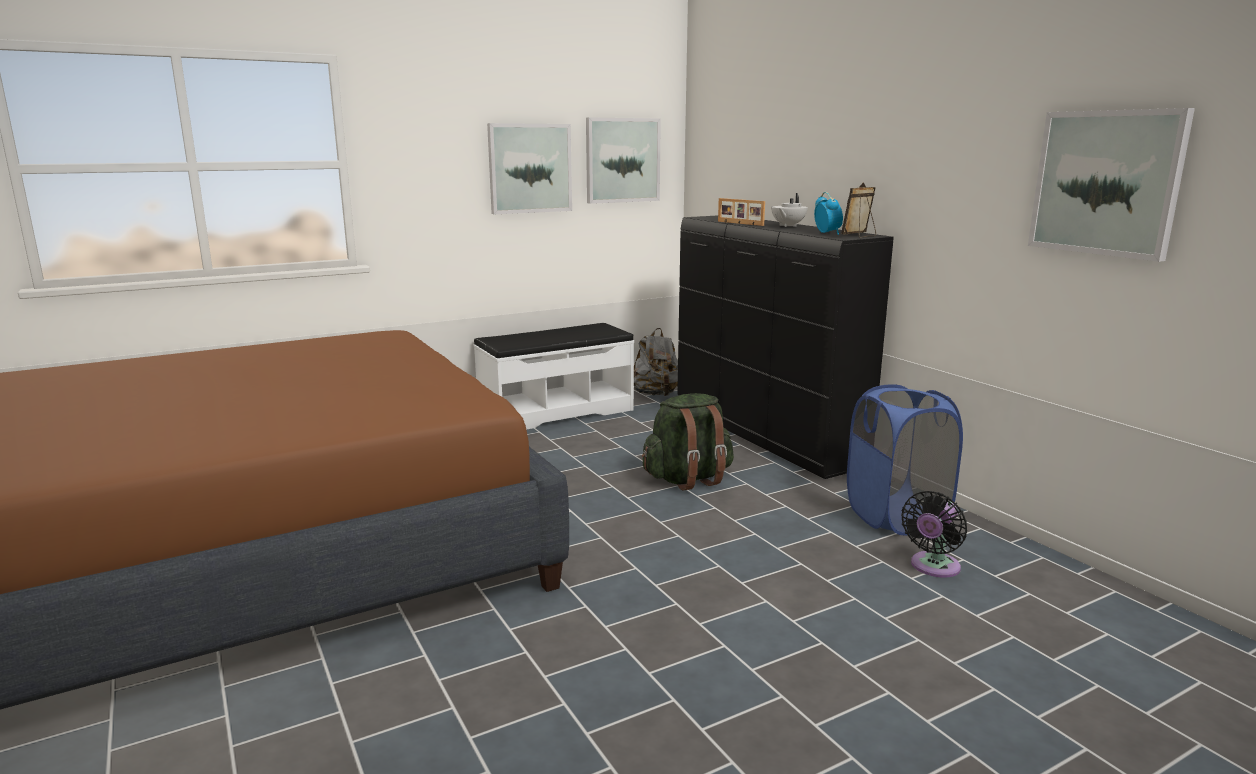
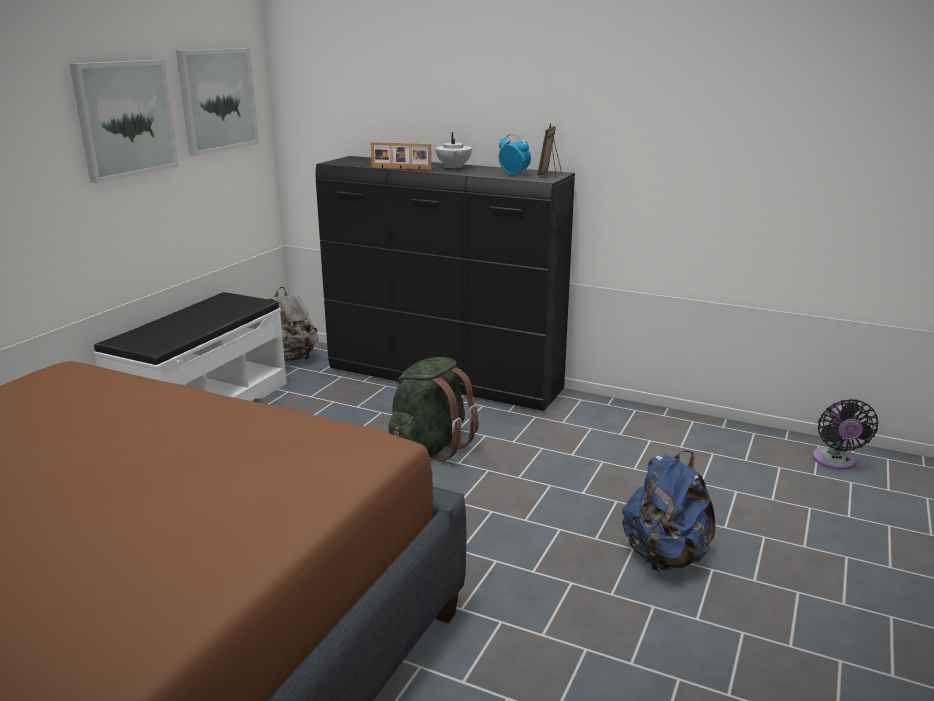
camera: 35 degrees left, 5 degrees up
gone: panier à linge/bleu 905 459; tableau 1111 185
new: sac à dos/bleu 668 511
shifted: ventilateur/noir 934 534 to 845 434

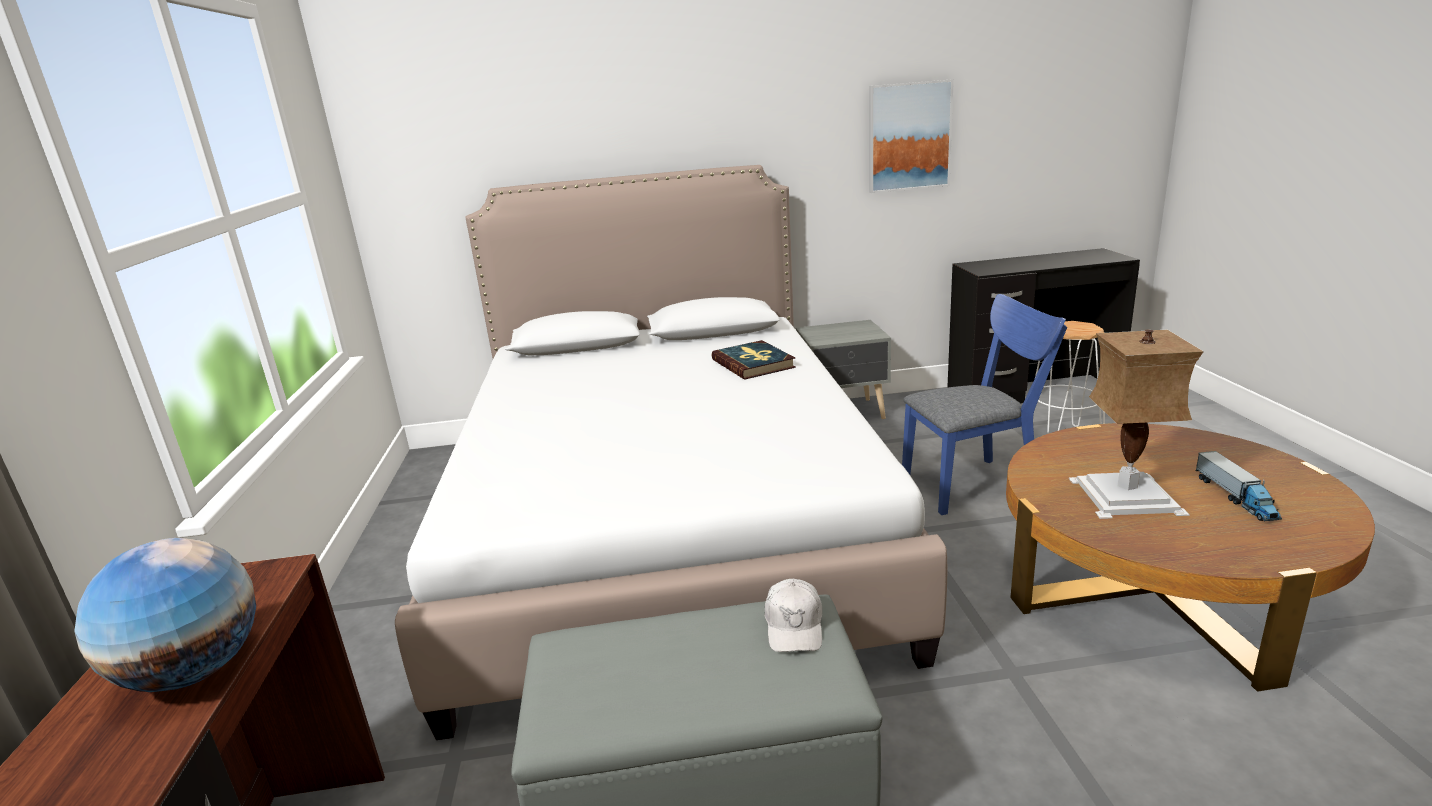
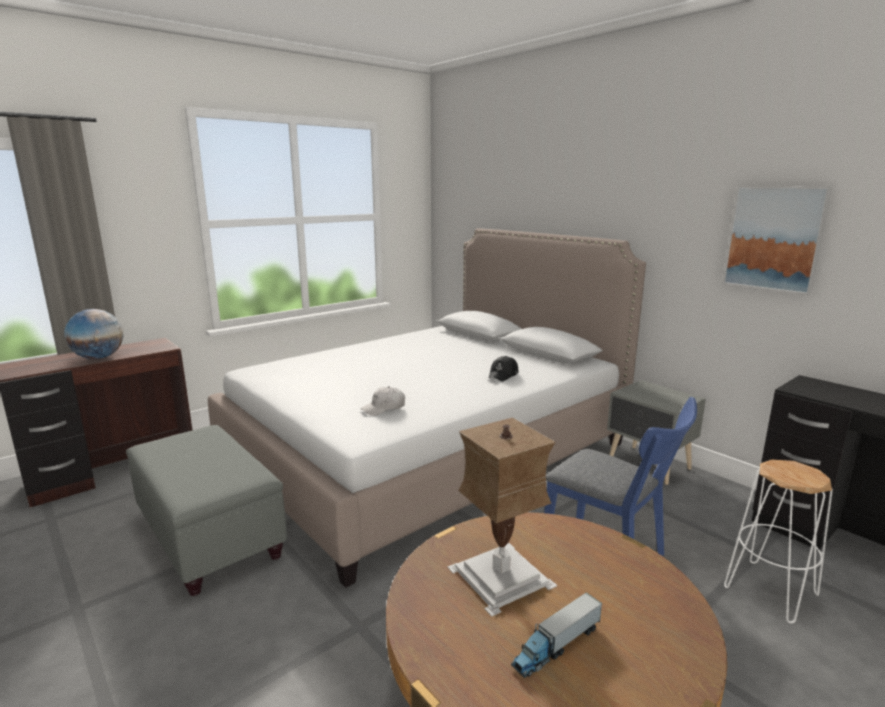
camera: 55 degrees right, 5 degrees down
shifted: casquette/blanc 793 615 to 383 401
swapped: livre 754 359 to casquette/noir 503 368

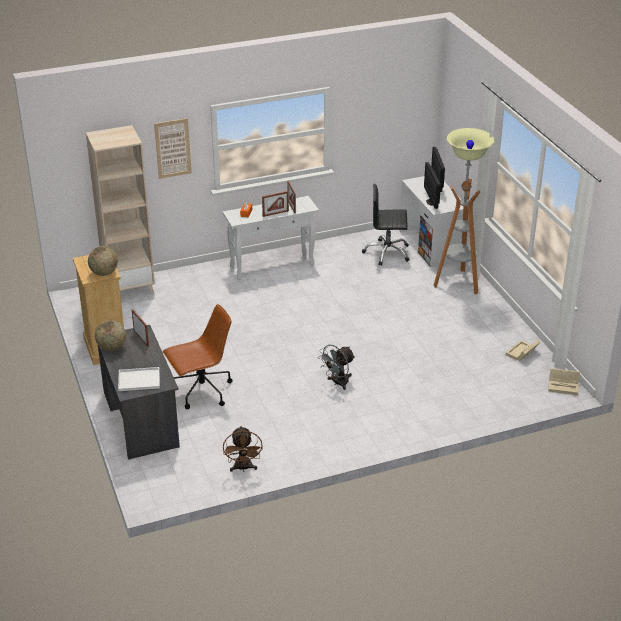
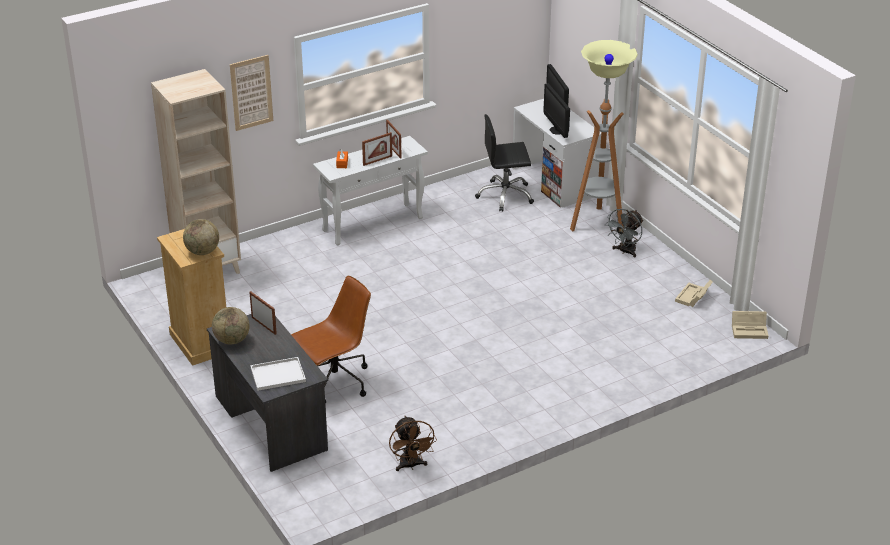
camera: 10 degrees left, 0 degrees up
shifted: ventilateur/gris 336 367 to 624 233

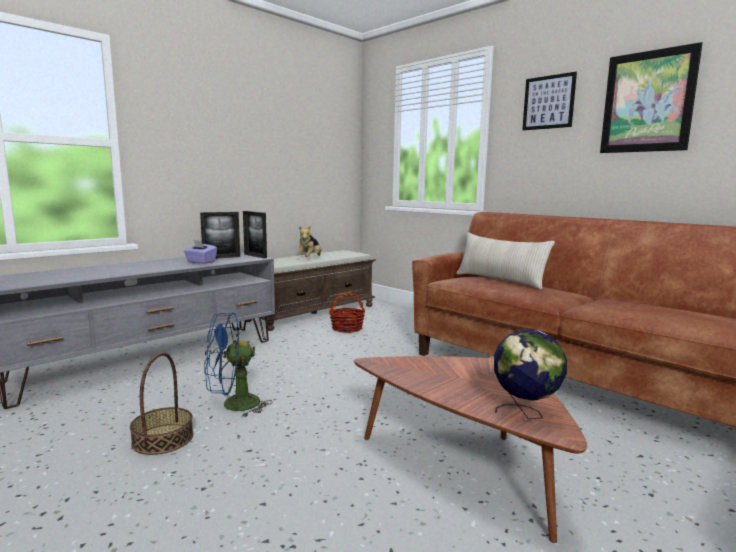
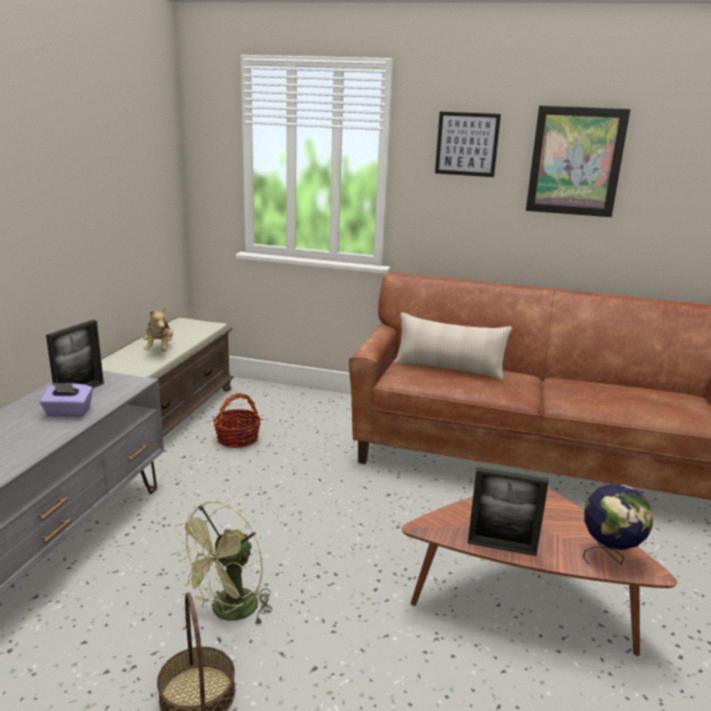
camera: 30 degrees left, 10 degrees up
shifted: cadre photo 255 234 to 508 511
repainted: ventilateur/bleu 237 365 to ventilateur/vert 222 563

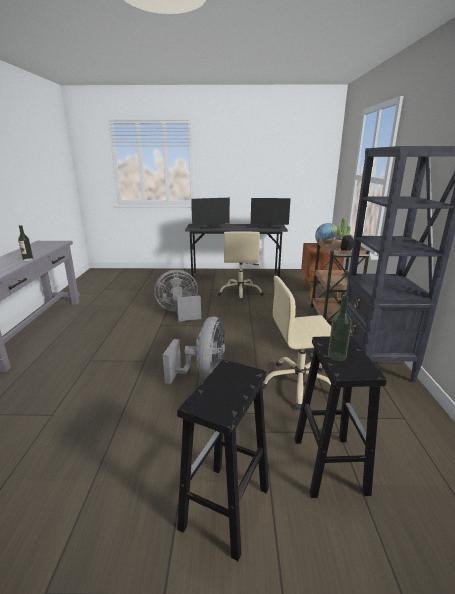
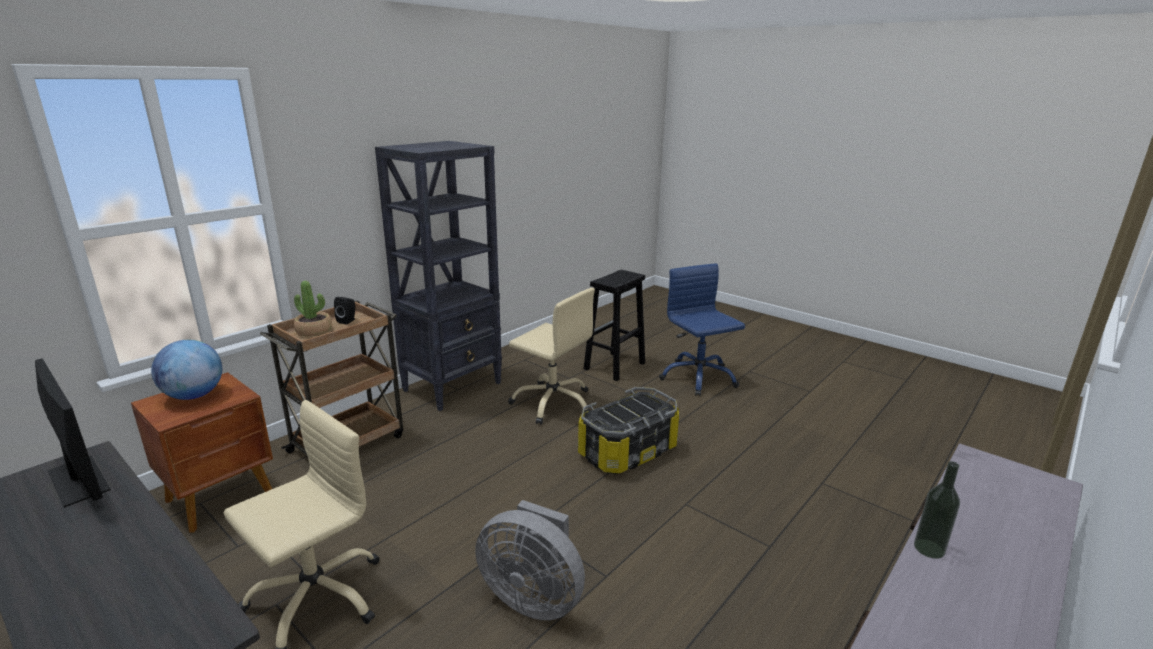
camera: 140 degrees left, 0 degrees up
gone: écran d'ordinateur 210 213; bouteille 340 328
swapped: ventilateur/gris 194 350 to boîte de rangement 628 430; tabouret/noir 223 460 to chaise de bureau/bleu 702 329

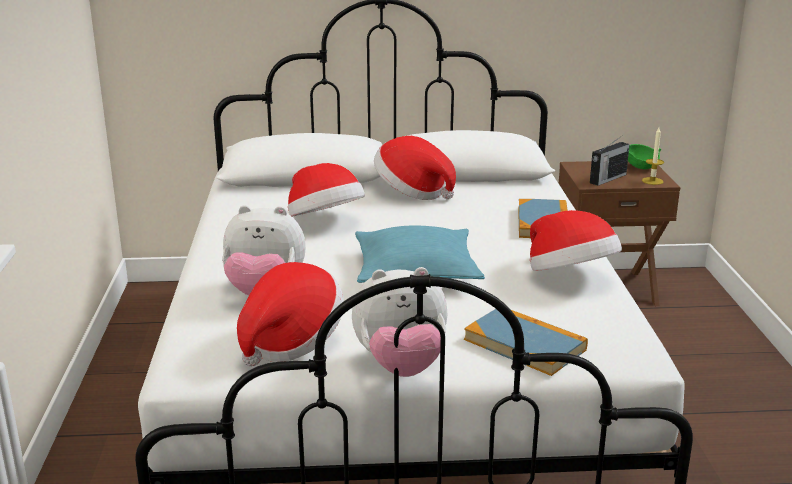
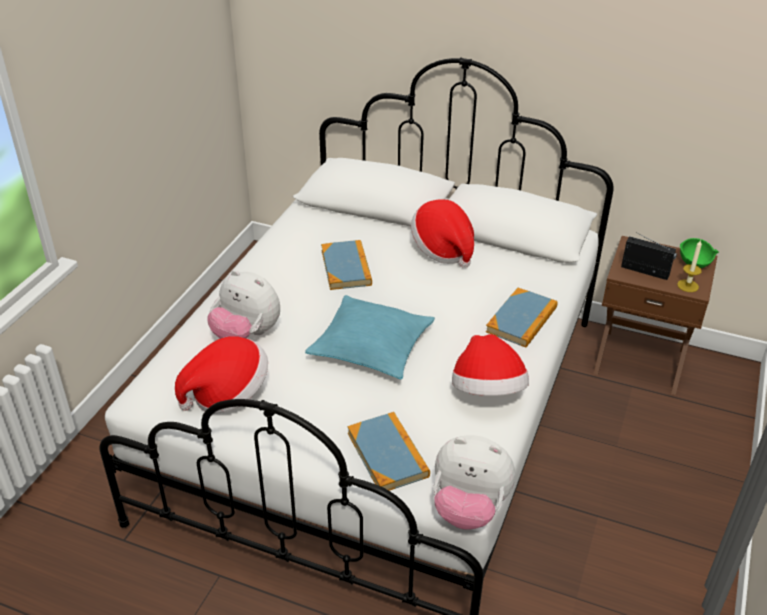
camera: 25 degrees right, 15 degrees up
shifted: peluche 399 322 to 474 482
swapped: chapeau 326 190 to livre 346 265
rotated: radio 610 160 = 649 257 135 degrees counterclockwise

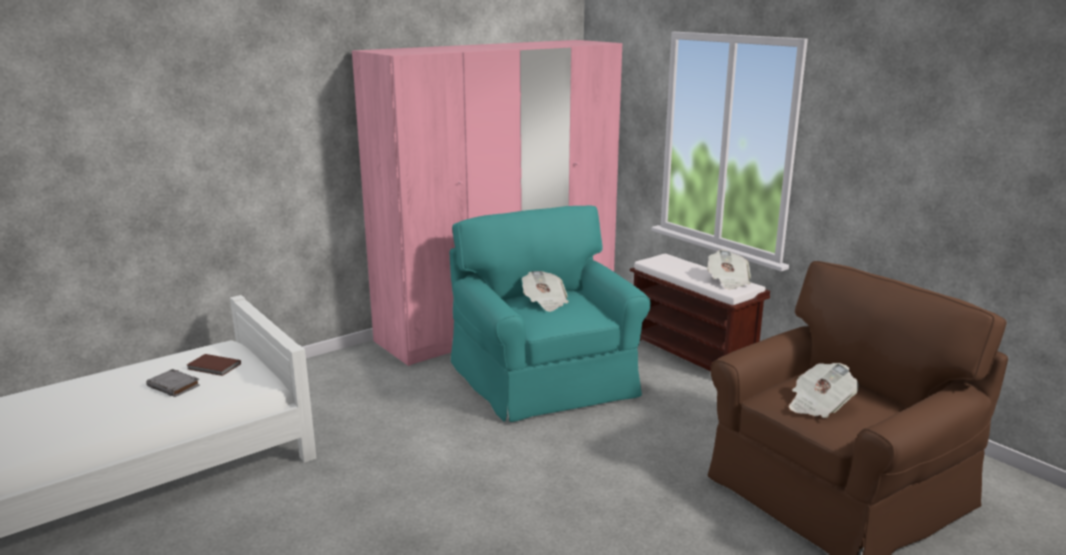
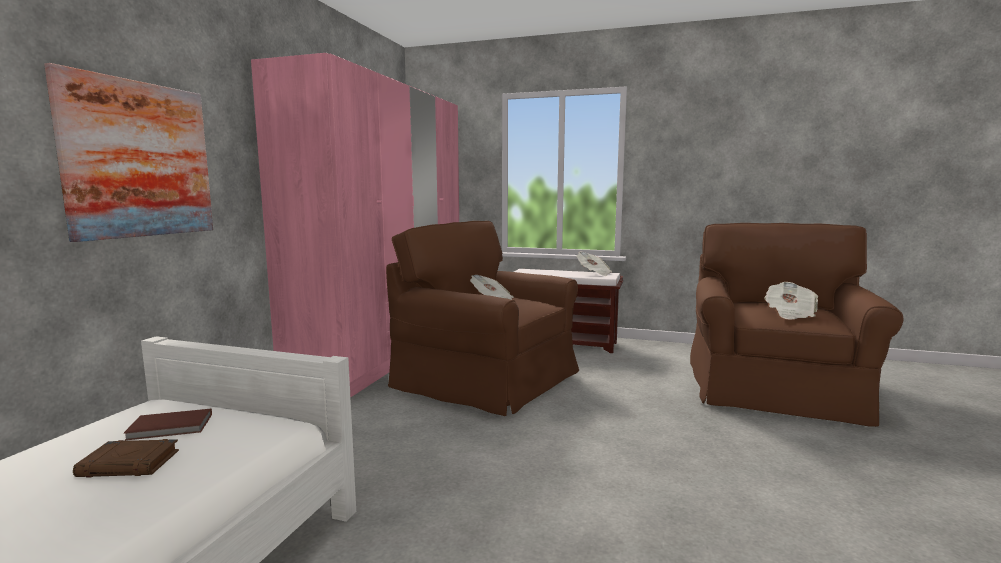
camera: 35 degrees left, 10 degrees down
new: tableau 128 152
repainted: livre/gris 173 383 to livre/marron 126 458; fauteuil/turquoise 550 313 to fauteuil/marron 482 318

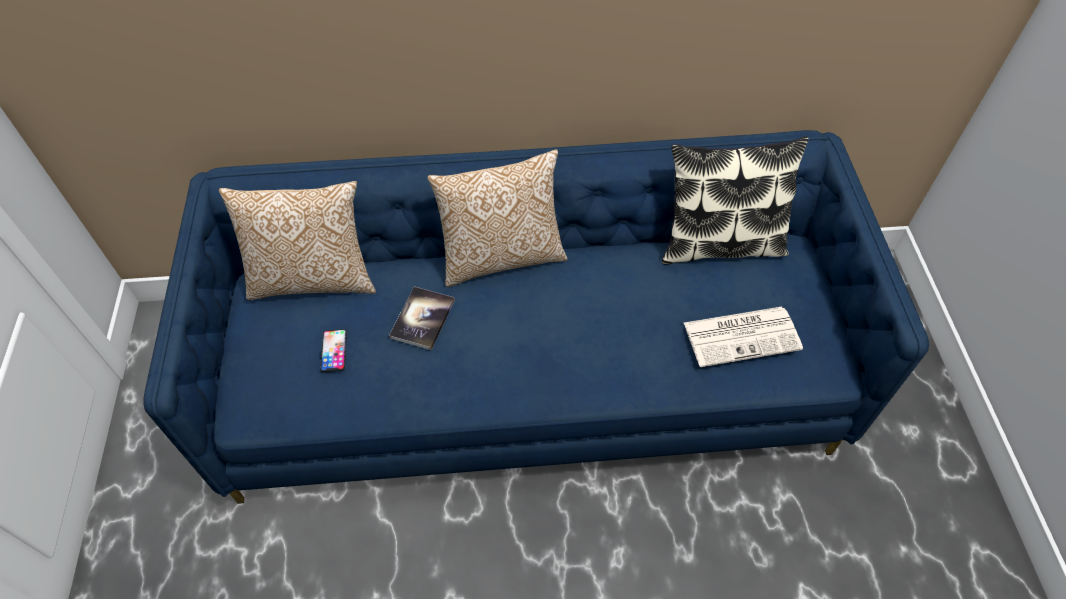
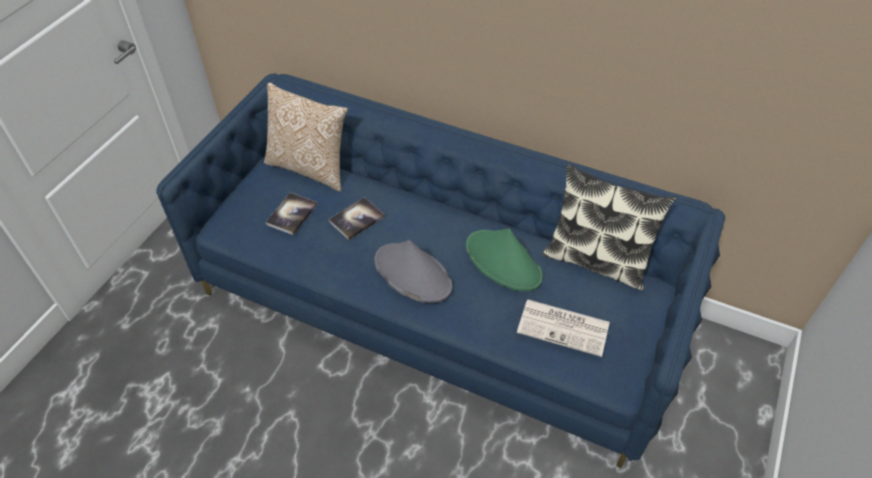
camera: 30 degrees right, 5 degrees down
gone: coussin 498 218
new: chapeau/gris 413 271; chapeau/vert 504 260
swapped: téléphone 333 350 to livre 291 213

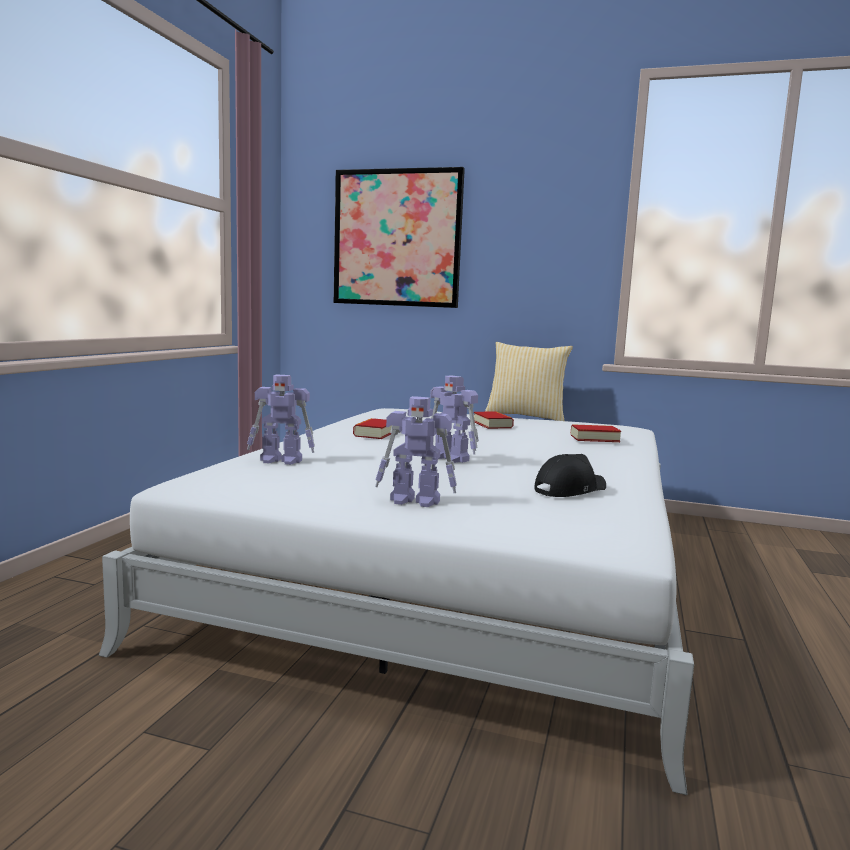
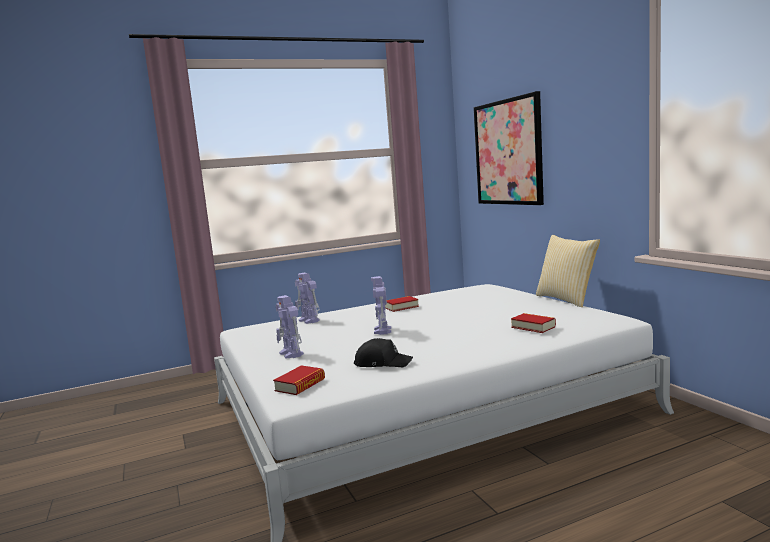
camera: 50 degrees right, 0 degrees up
shifted: livre 494 420 to 299 380

